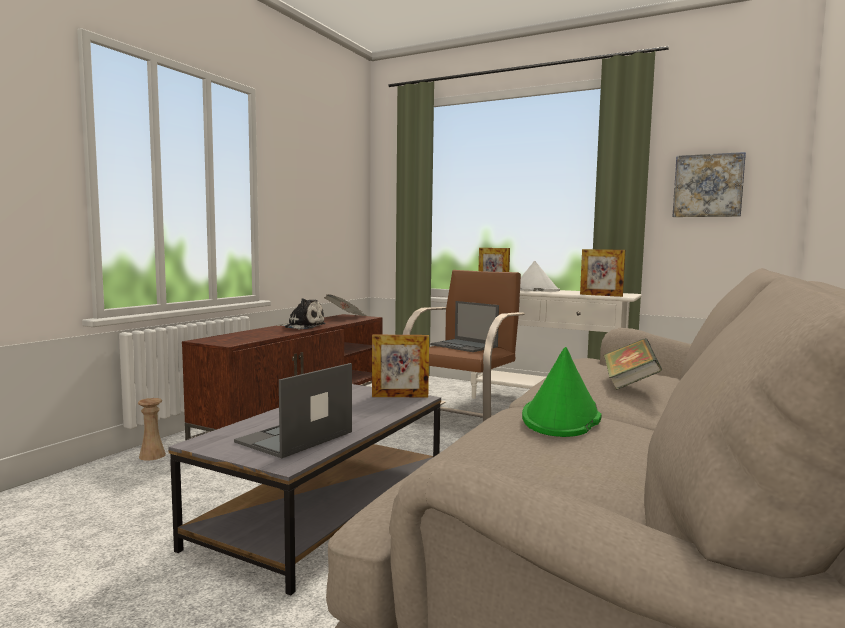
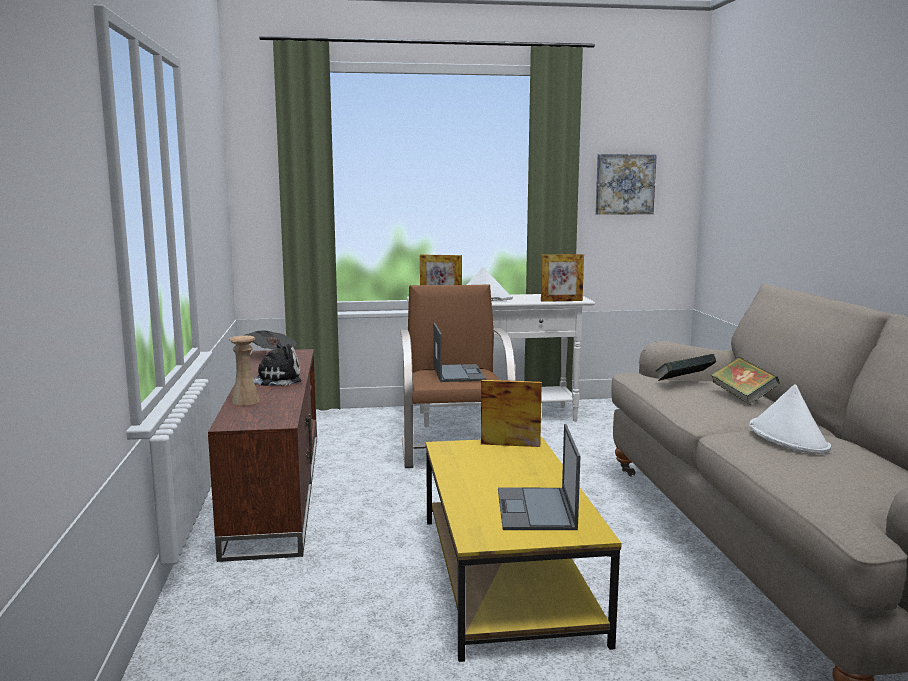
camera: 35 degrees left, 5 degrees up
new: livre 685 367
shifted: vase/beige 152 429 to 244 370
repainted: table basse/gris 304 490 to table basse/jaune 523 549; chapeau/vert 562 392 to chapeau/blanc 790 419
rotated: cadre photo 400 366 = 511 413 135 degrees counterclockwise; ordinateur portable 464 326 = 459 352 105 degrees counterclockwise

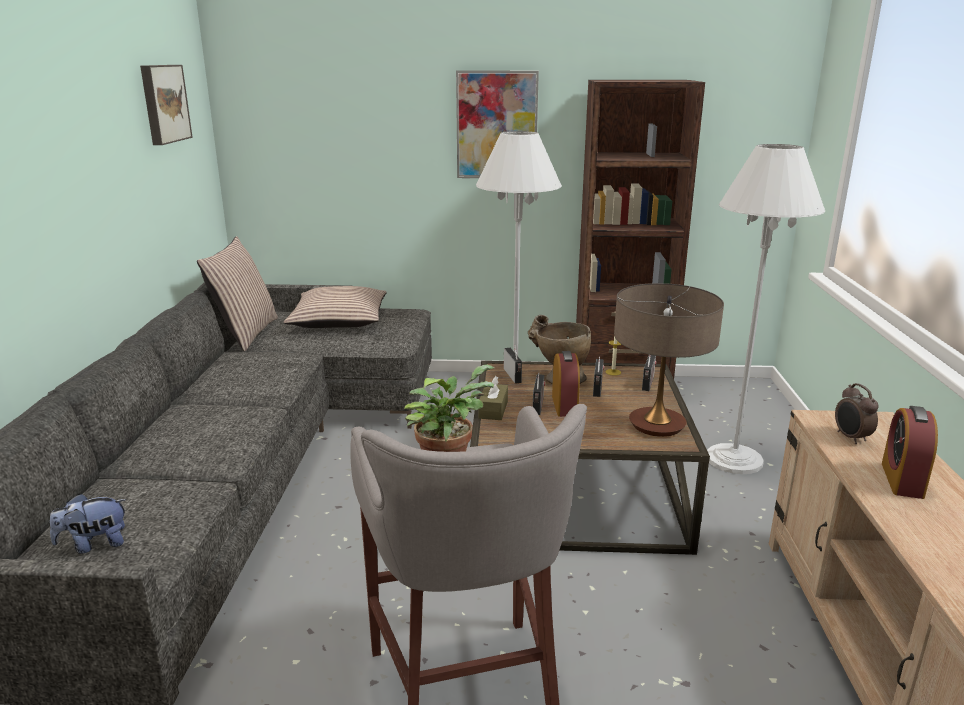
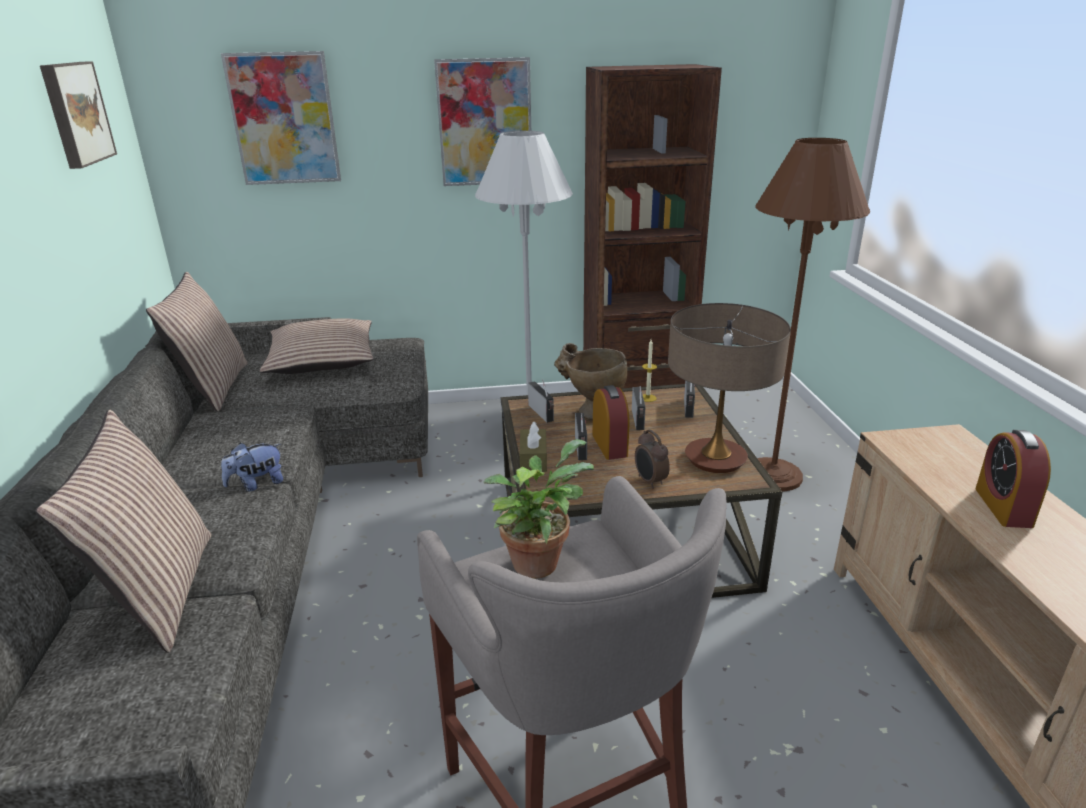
camera: 10 degrees left, 5 degrees up
new: coussin 123 531; tableau 281 118
shifted: peluche 88 524 to 252 467; réveil 857 413 to 652 459
repainted: lampadaire/blanc 766 309 to lampadaire/marron 812 314

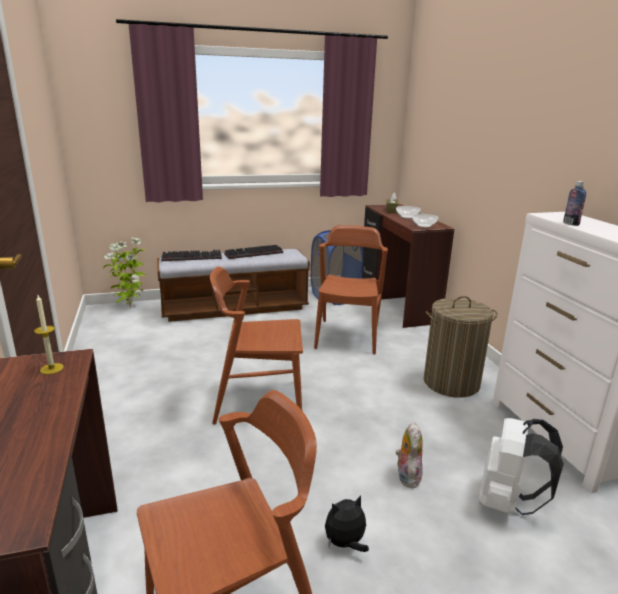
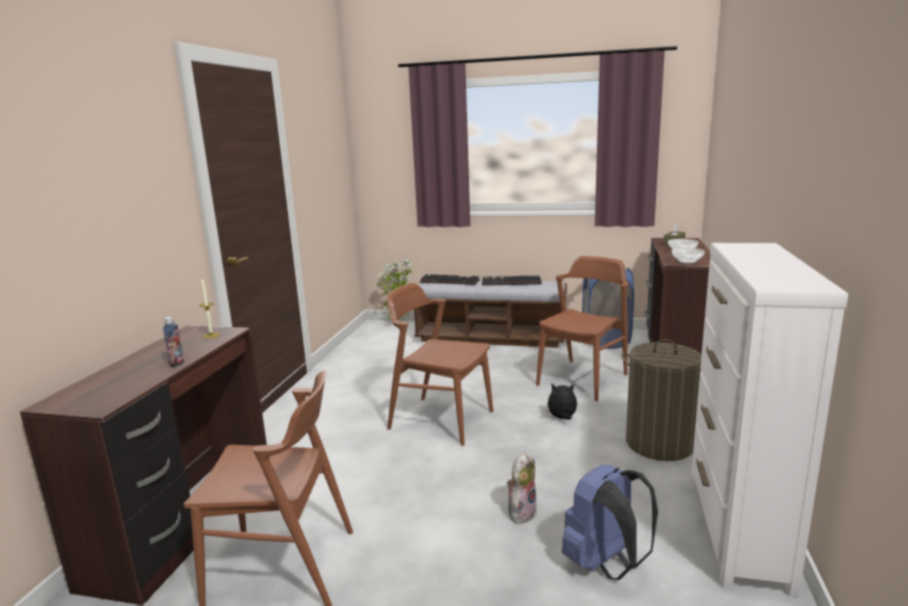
camera: 30 degrees right, 5 degrees down
shifted: peluche 347 523 to 561 402; bouteille 574 203 to 173 342
repainted: sac à dos/blanc 521 466 to sac à dos/bleu 610 522

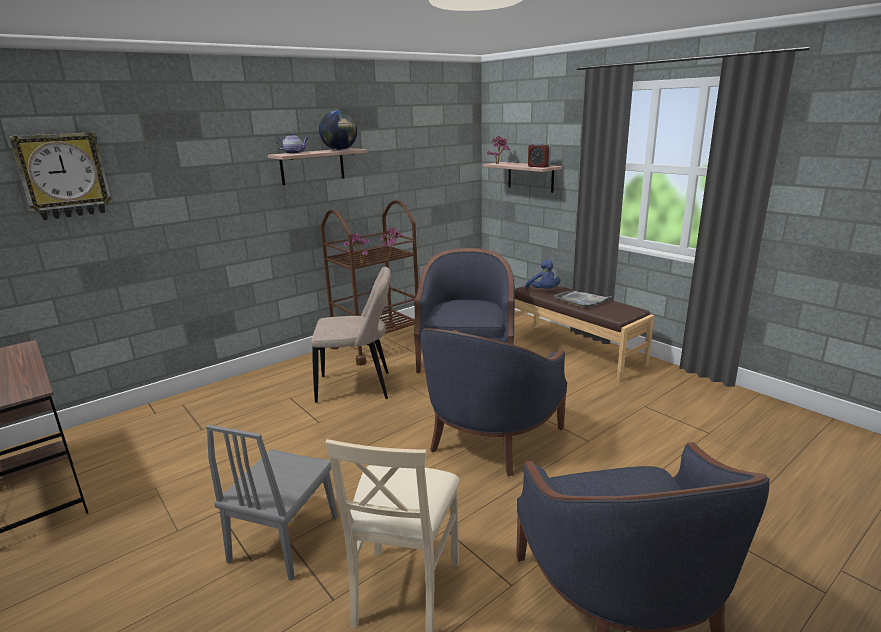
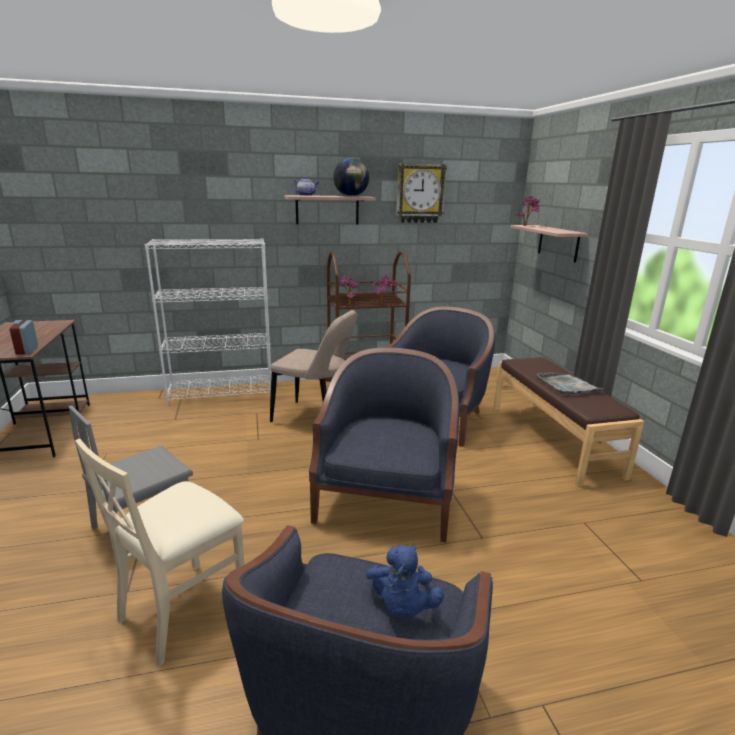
camera: 25 degrees right, 0 degrees up
new: bibliothèque/blanc 208 322
shifted: horloge murale 60 176 to 421 193; peluche/bleu 543 274 to 405 581; réveil 539 155 to 23 337
rotated: fauteuil/bleu 494 402 = 384 445 135 degrees clockwise

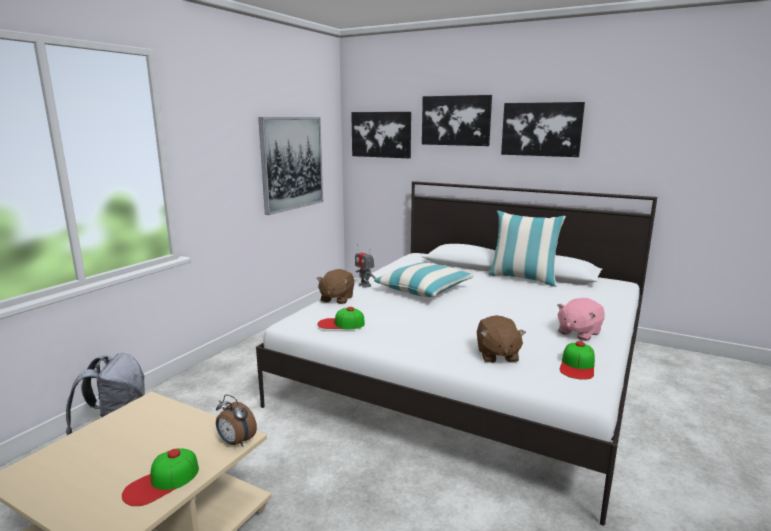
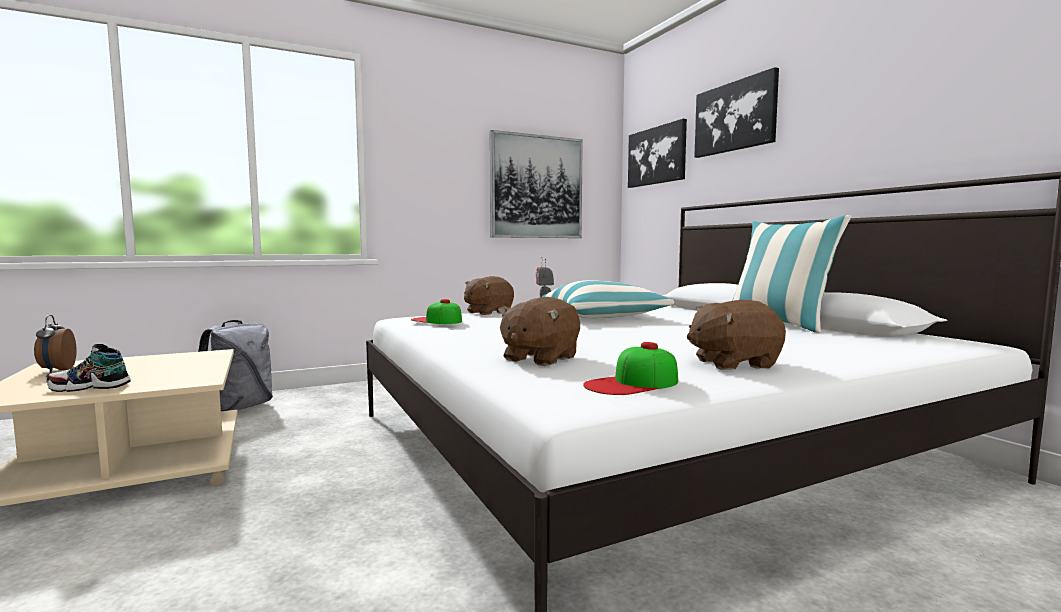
camera: 35 degrees right, 10 degrees down
gone: tableau 543 129
shifted: réveil 236 420 to 55 344
swapped: casquette 160 477 to chaussure 87 368
repainted: peluche/rose 581 319 to peluche/marron 736 335

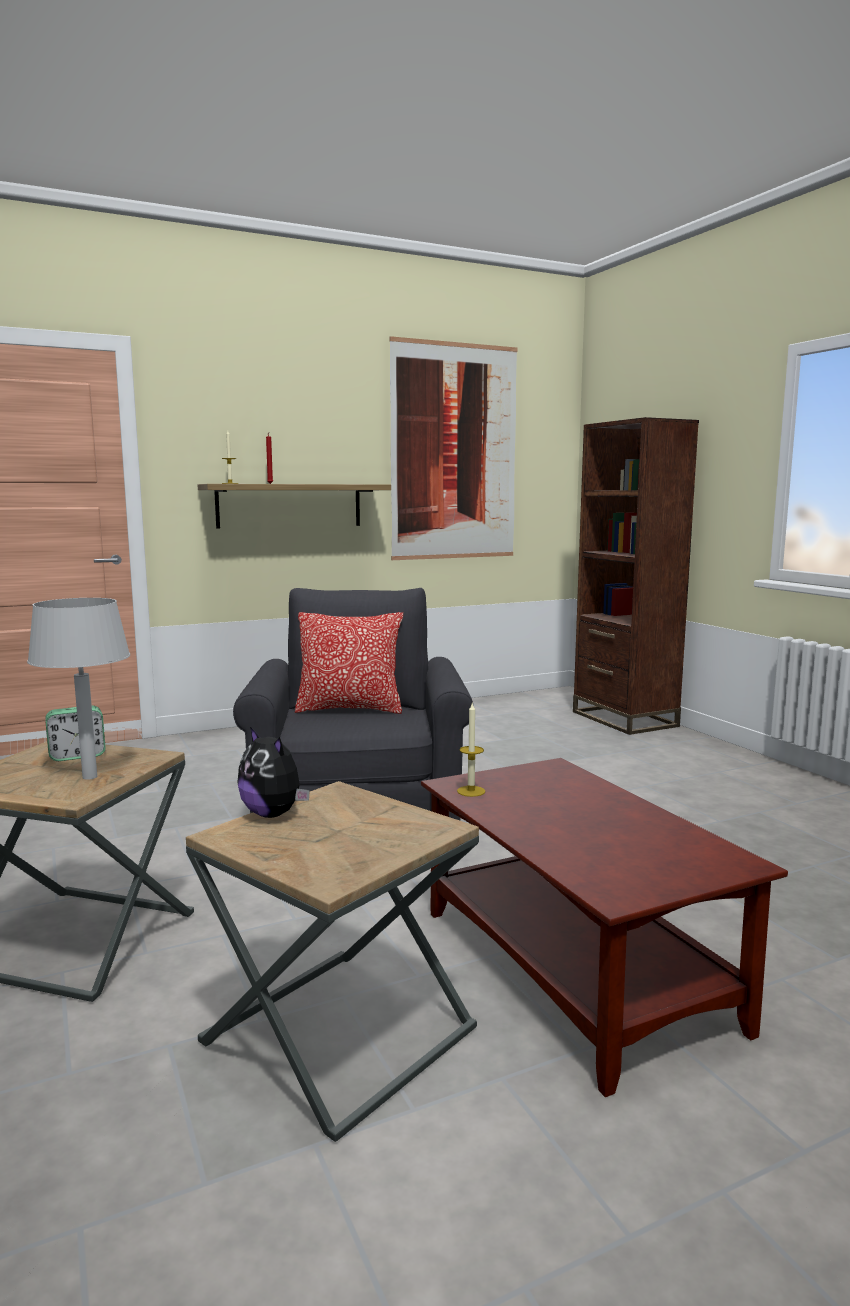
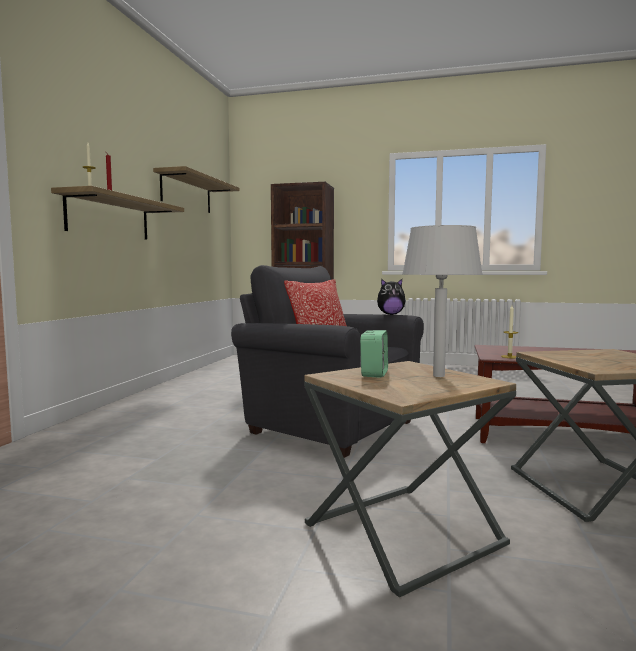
camera: 50 degrees left, 5 degrees down
shifted: peluche 273 772 to 391 296
swapped: tableau 454 448 to étagère 196 189

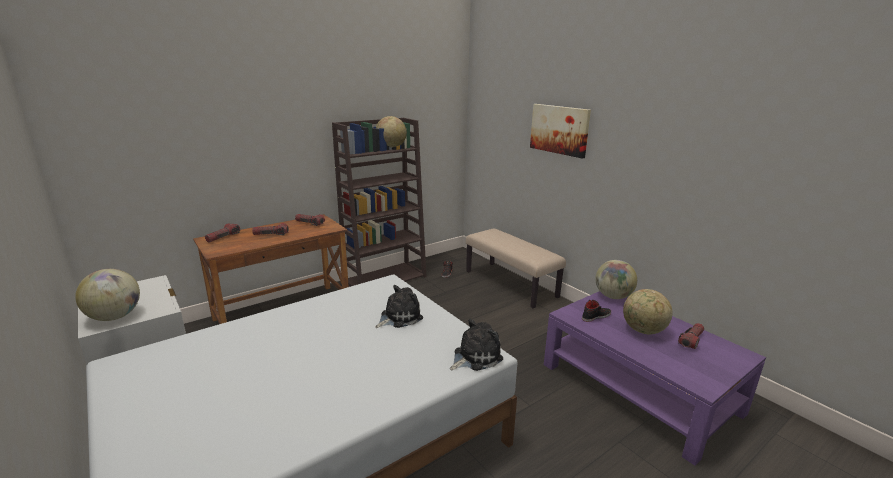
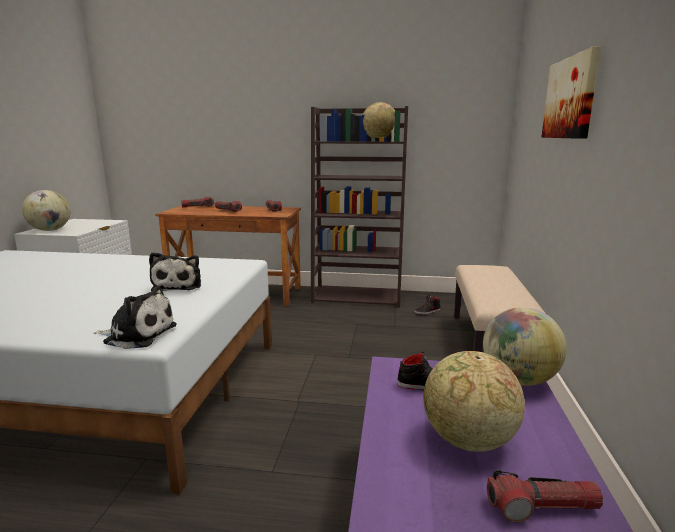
camera: 45 degrees right, 5 degrees down
rotated: peluche 399 306 = 175 271 75 degrees clockwise

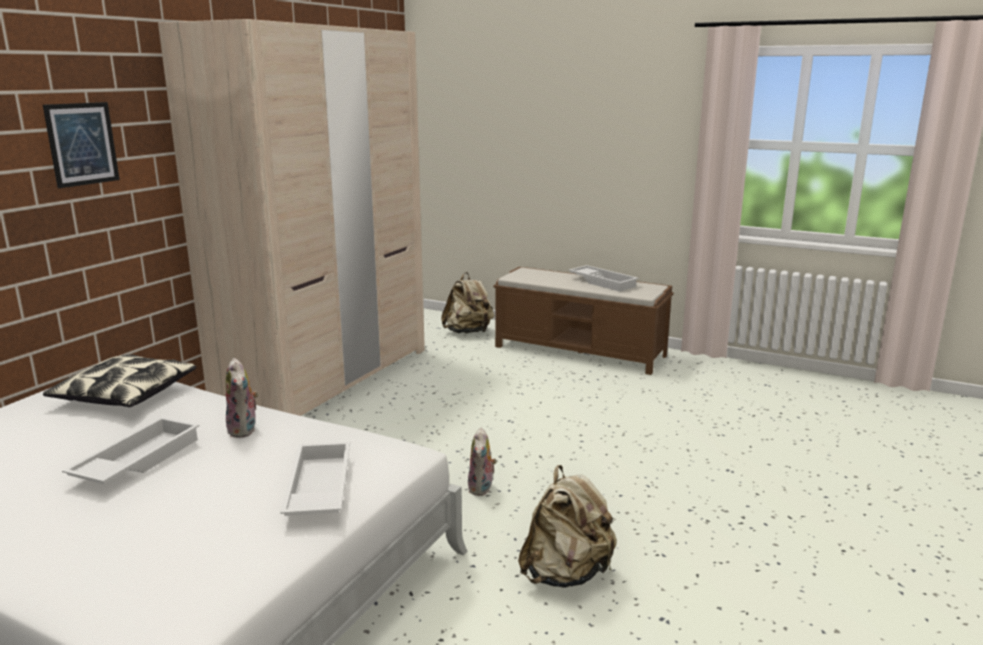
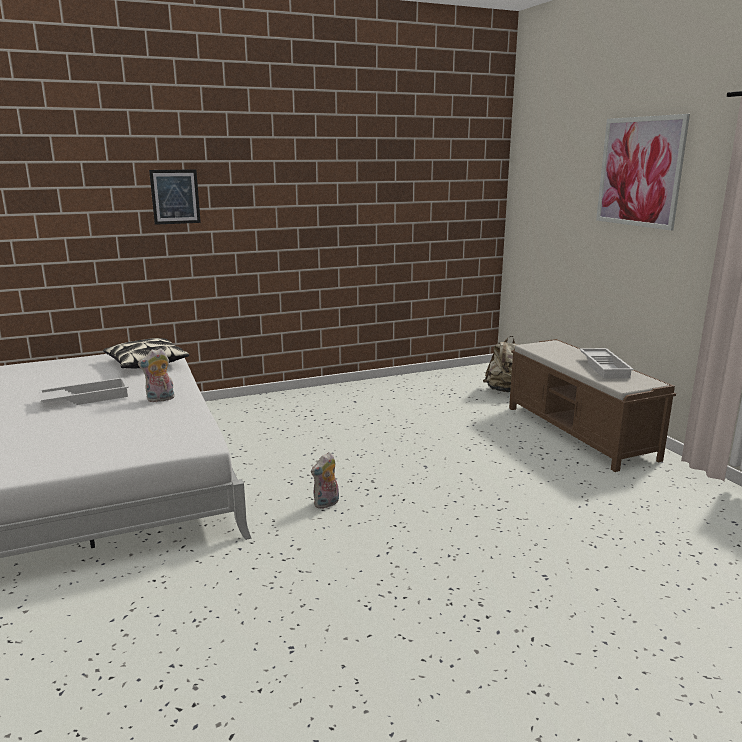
camera: 40 degrees right, 0 degrees up
gone: armoire/beige 291 217; plateau/blanc 315 479; sac à dos/beige 567 526
new: tableau 643 172
rotated: peluche 242 398 = 156 375 45 degrees clockwise

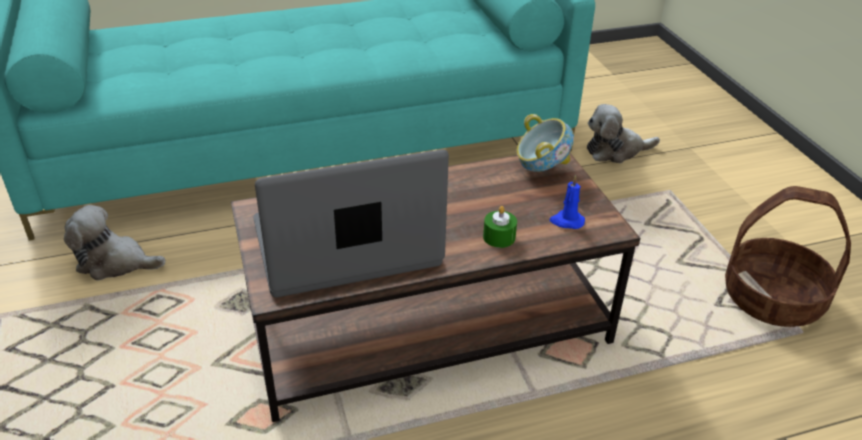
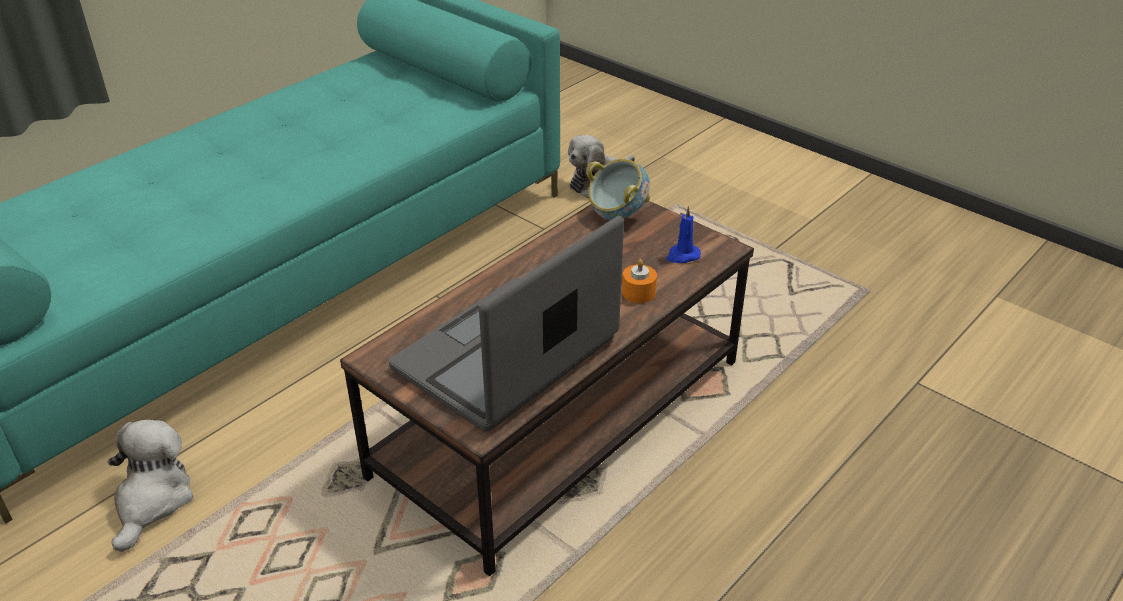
camera: 30 degrees left, 0 degrees up
gone: panier 788 256
repainted: bougie/vert 500 227 to bougie/orange 639 281
rotated: peluche 114 243 = 150 486 120 degrees clockwise

